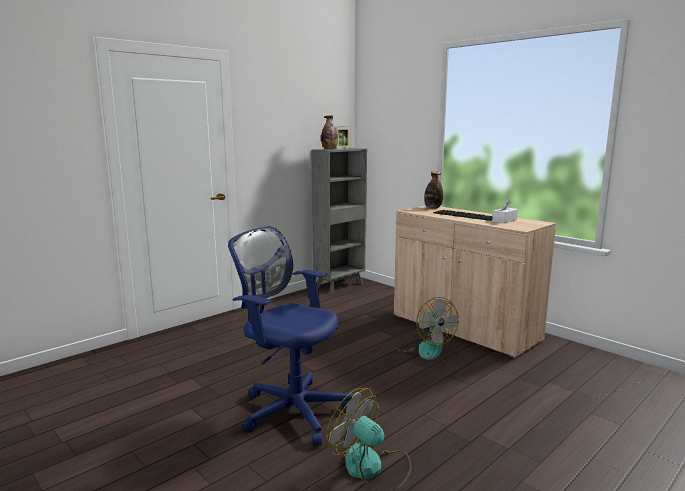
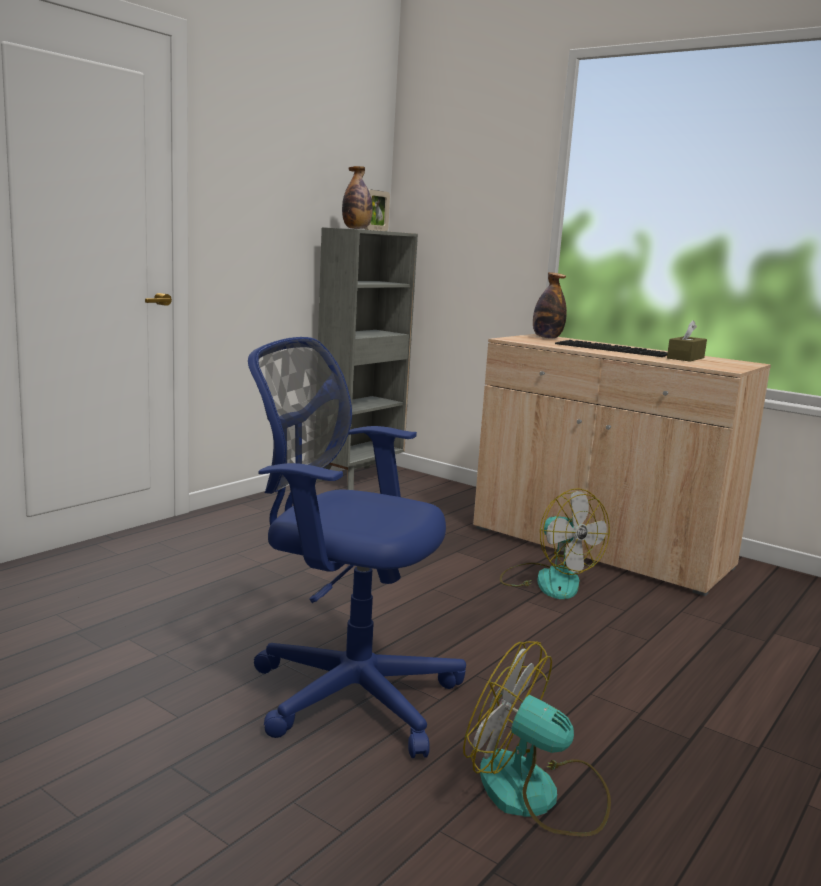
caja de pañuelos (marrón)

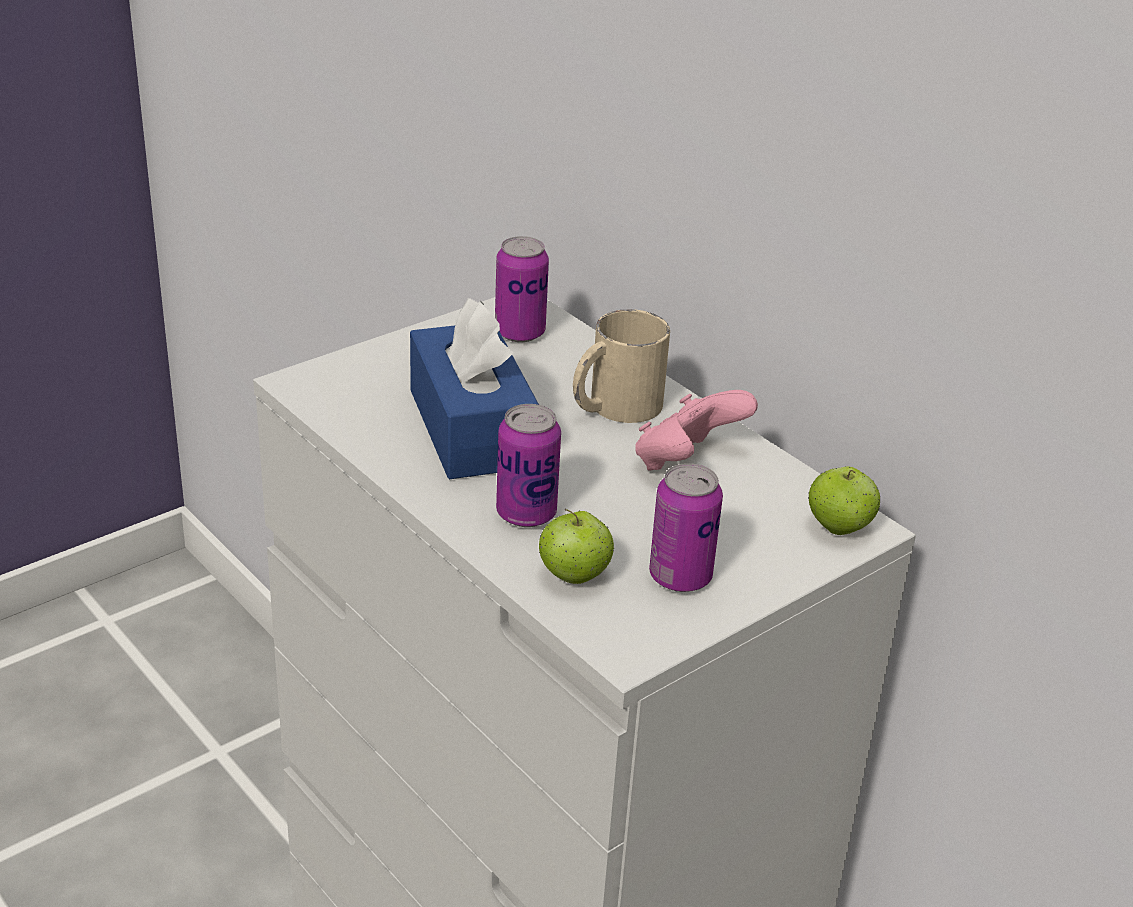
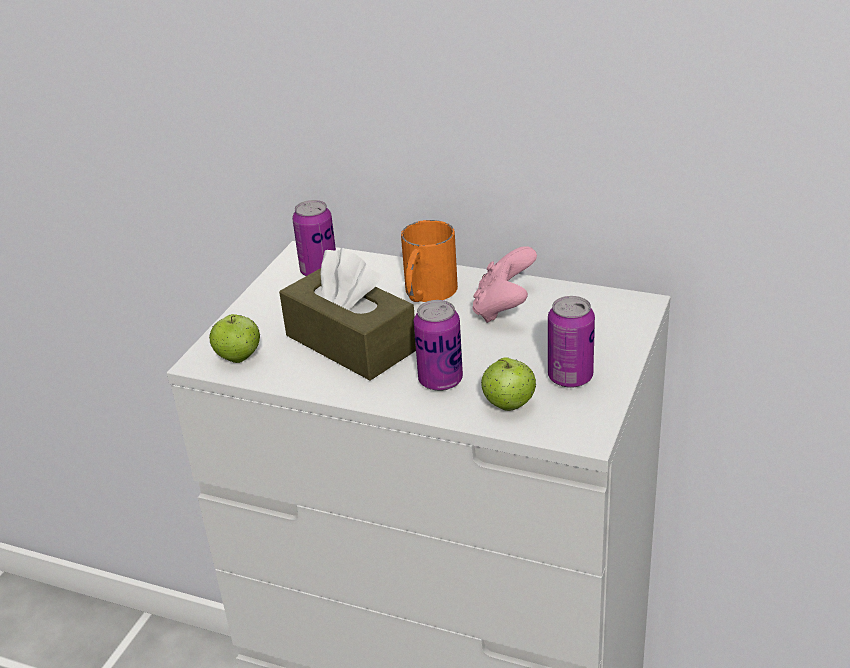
caja de pañuelos (marrón)
taza grande (naranja)
manzana (no. 1 from left)

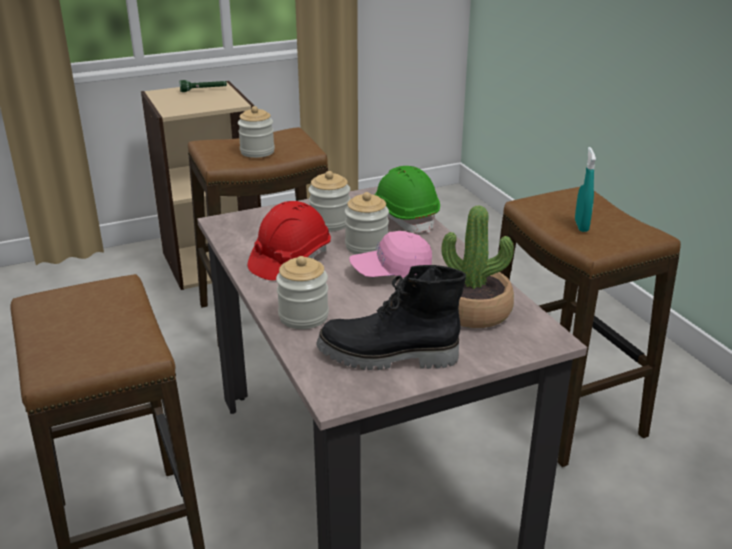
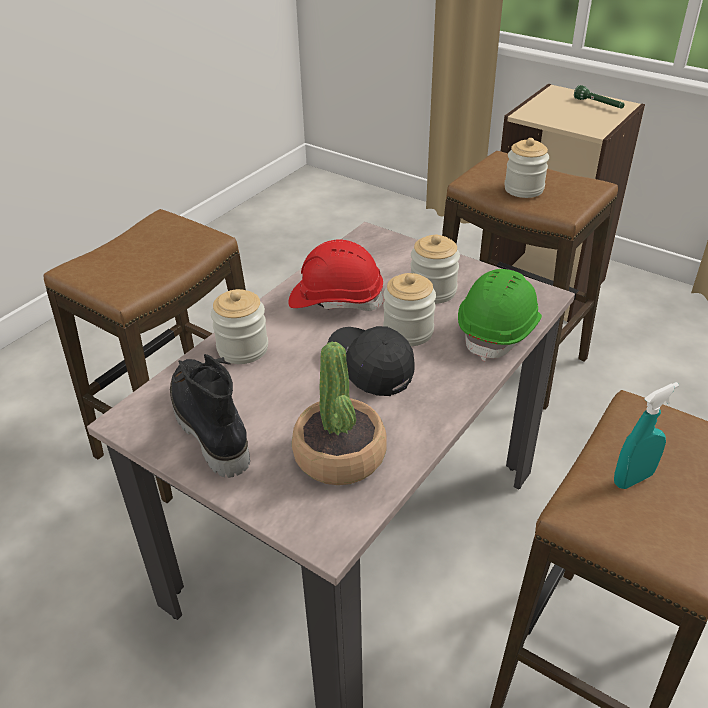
gorra (negro)

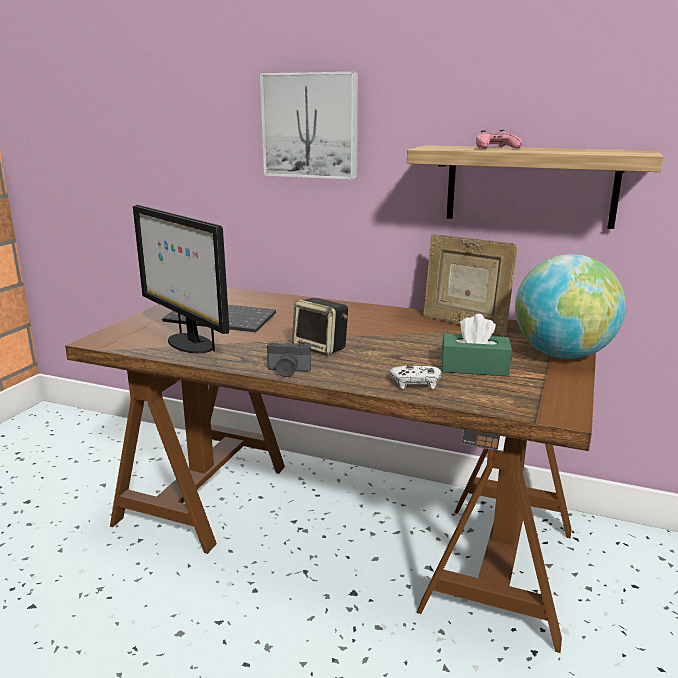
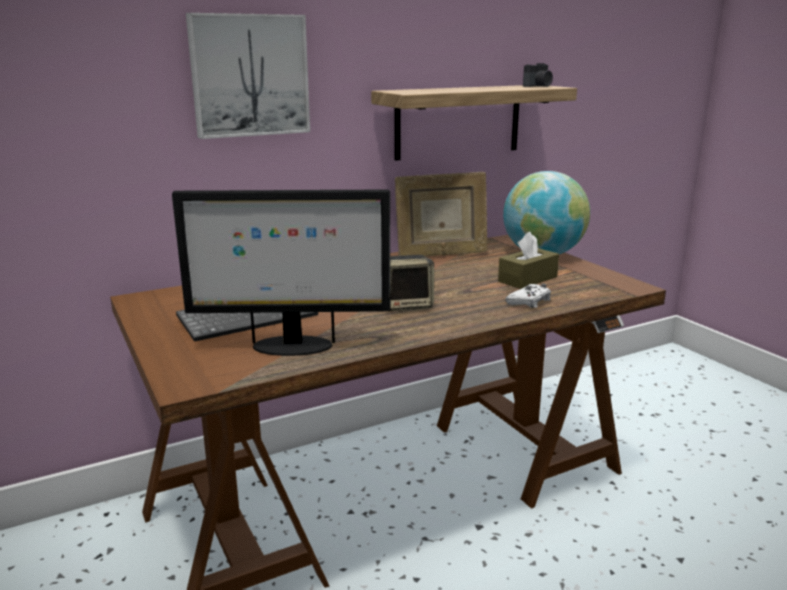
cámara
caja de pañuelos (marrón)
mando de consola (rosa)

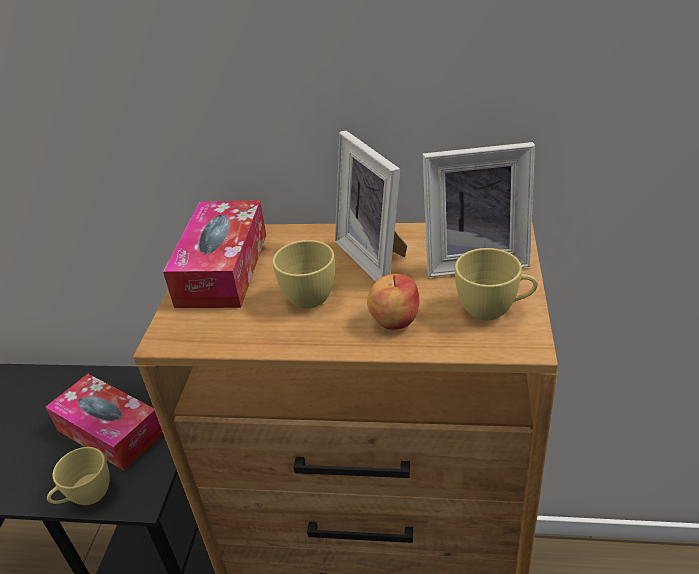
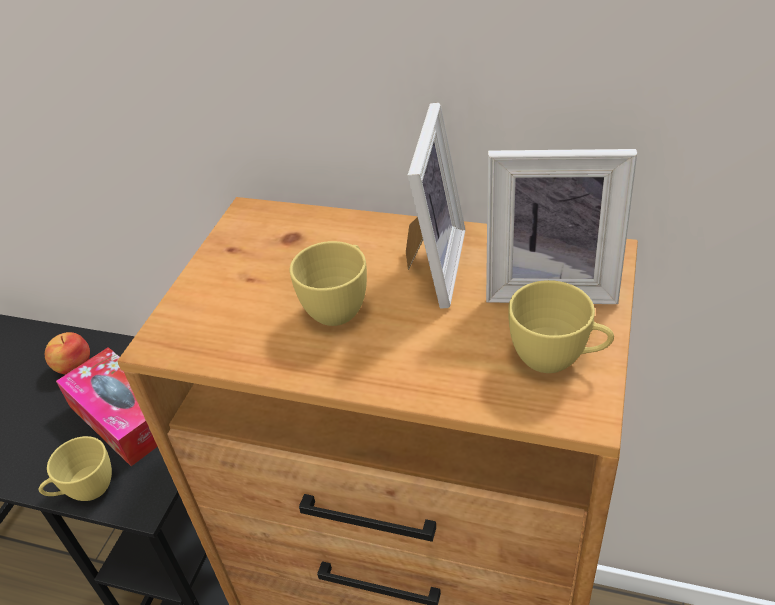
caja de pañuelos (no. 2 from left in the first image)
portarretratos (no. 1 from left)
manzana

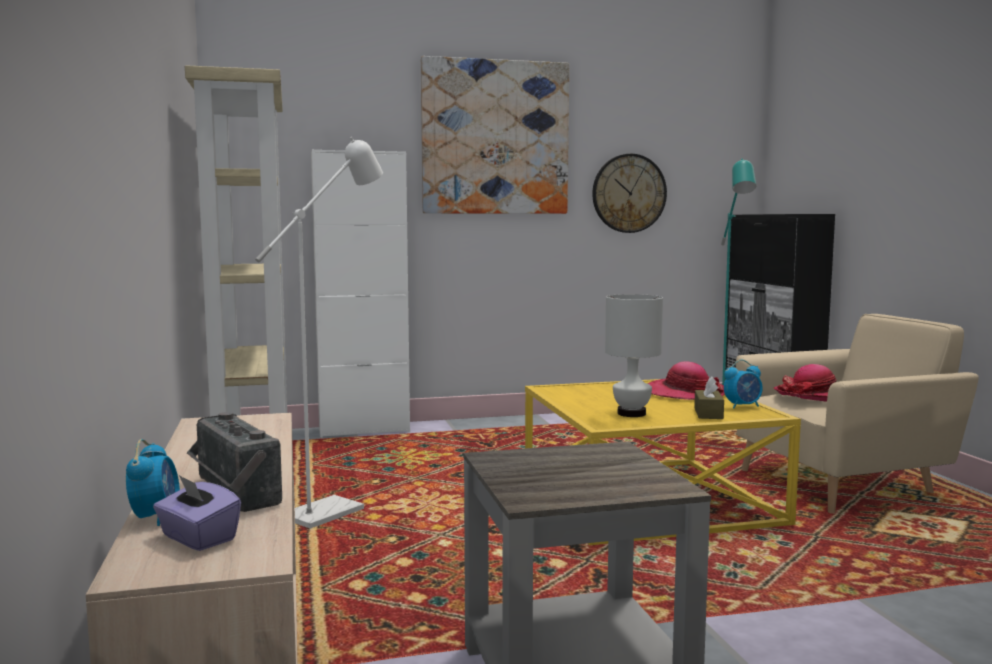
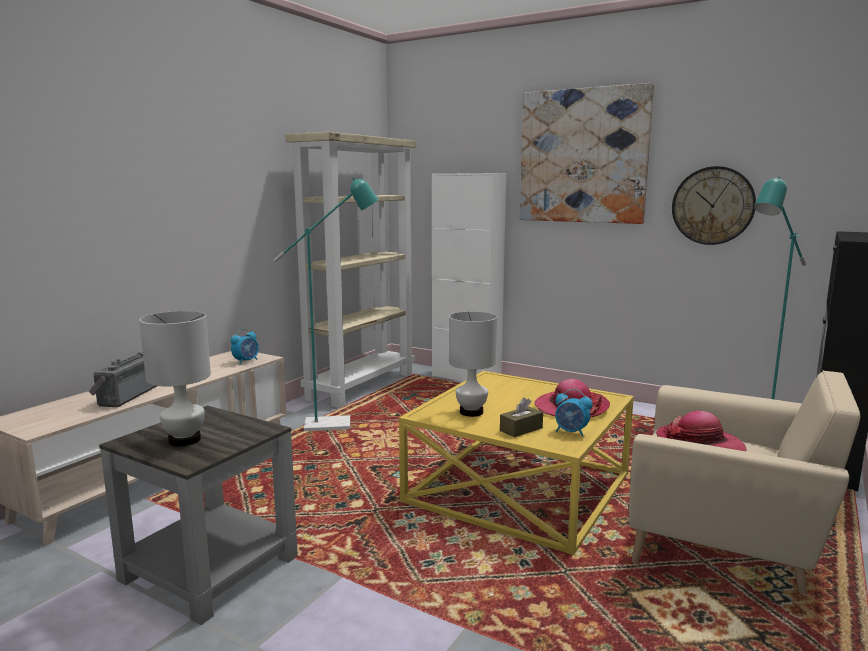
despertador (no. 1 from left)
caja de pañuelos (morado)
lámpara de pie (turquesa) (no. 1 from left)
lámpara de mesa (blanco) (no. 1 from left)

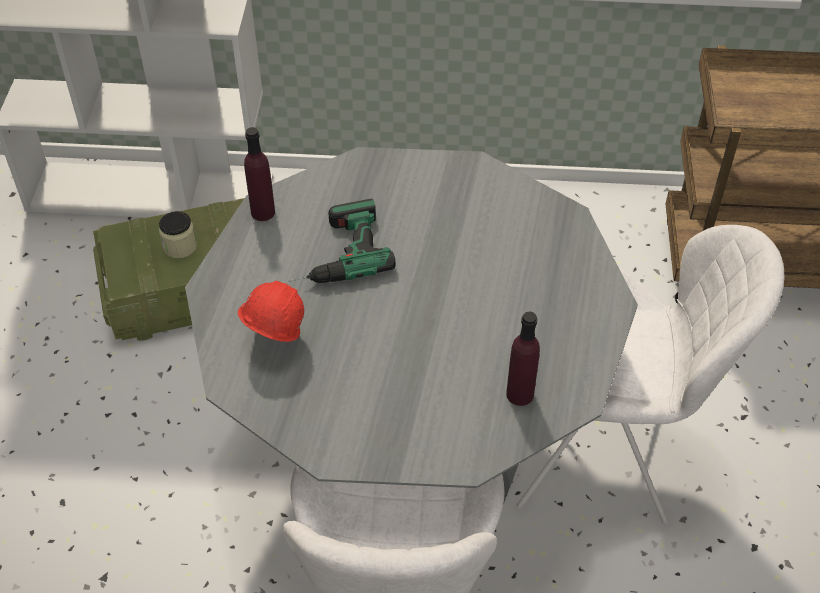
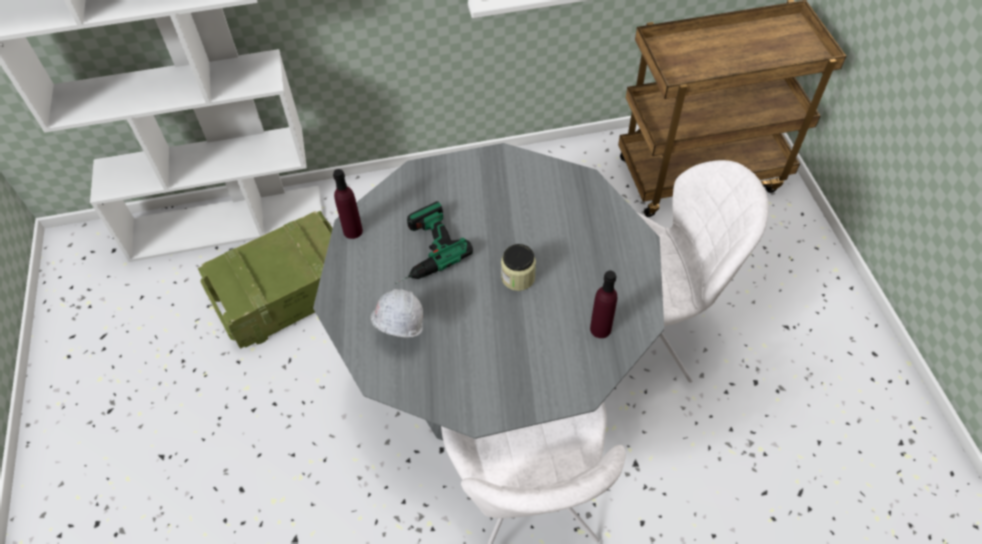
tarro
casco (blanco)

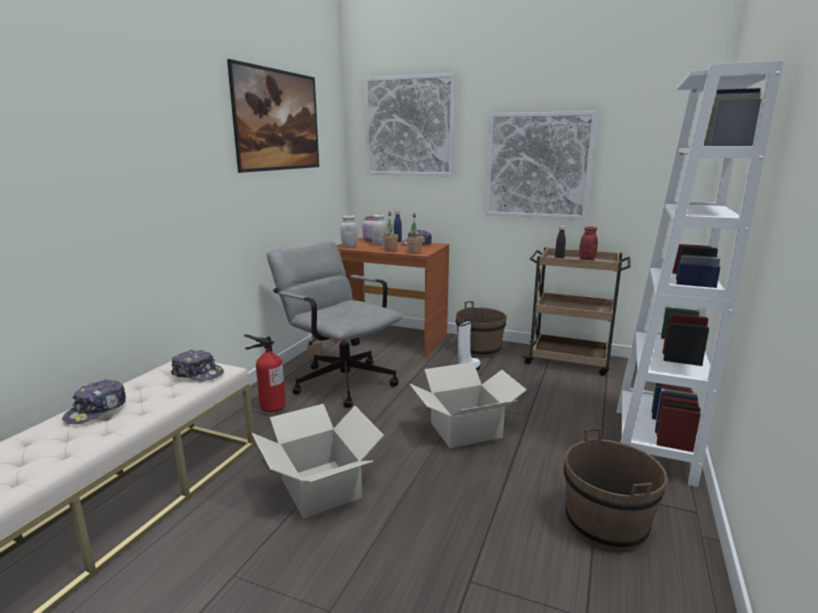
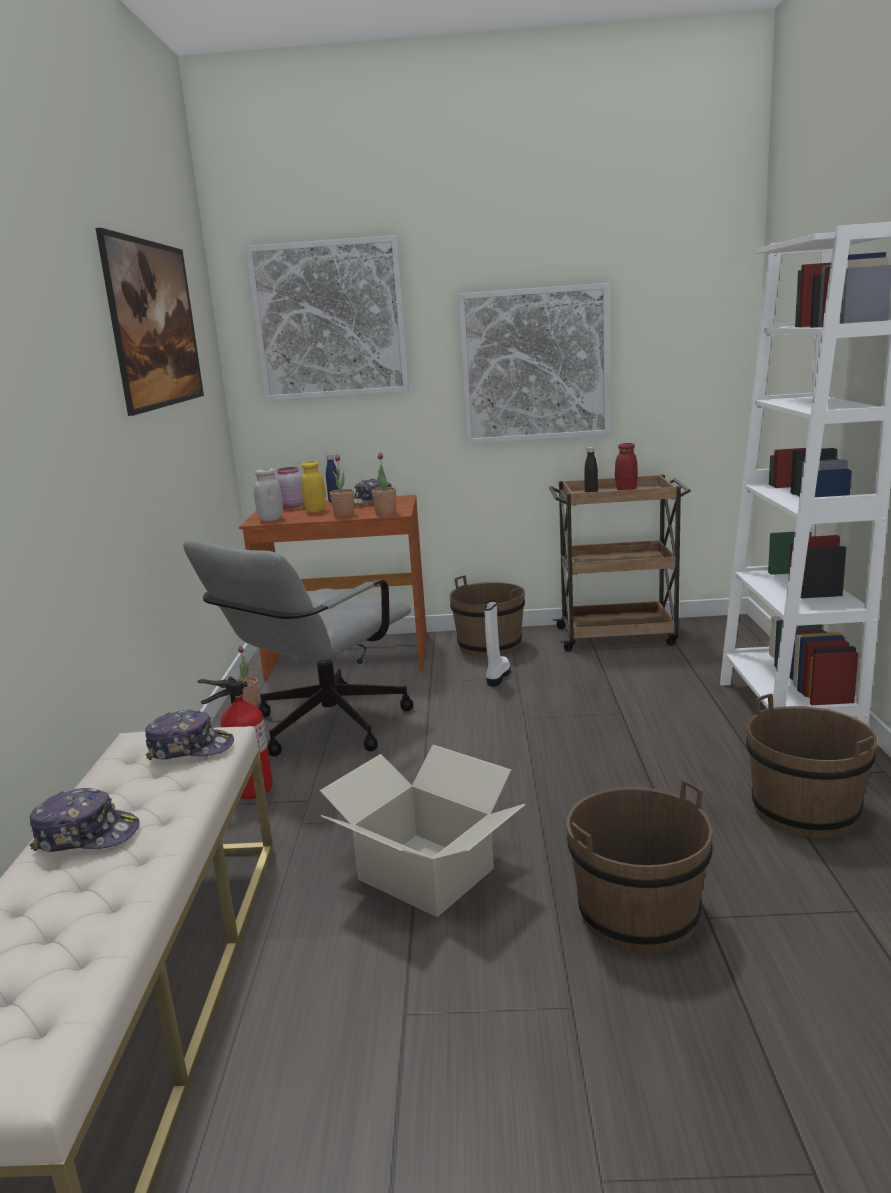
gorra (no. 1 from left)
silla de oficina (gris)
tarro (amarillo)
caja de cartón (no. 2 from left in the first image)
cubo (marrón) (no. 2 from left)

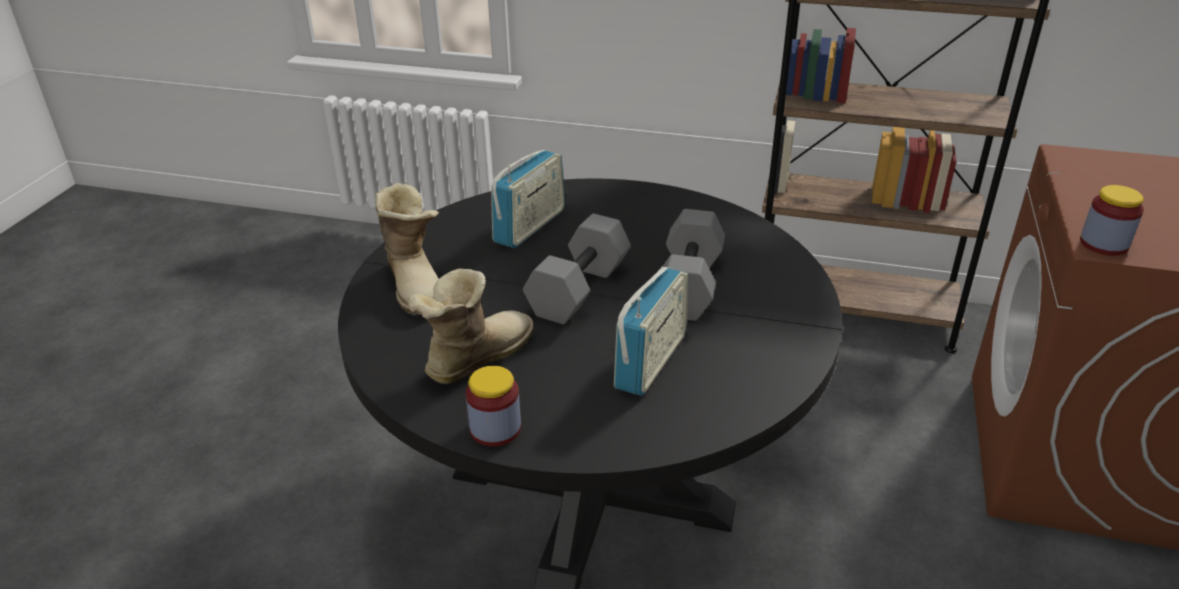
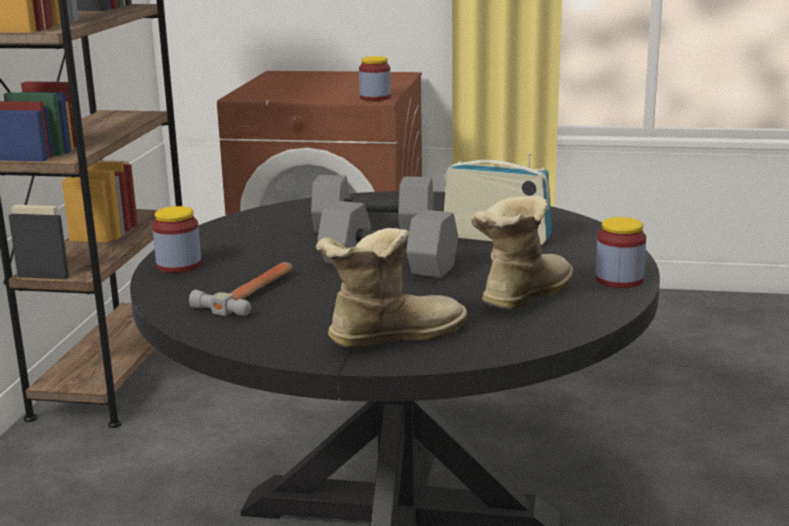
bota (no. 2 from left)
martillo
tarro (no. 1 from left)

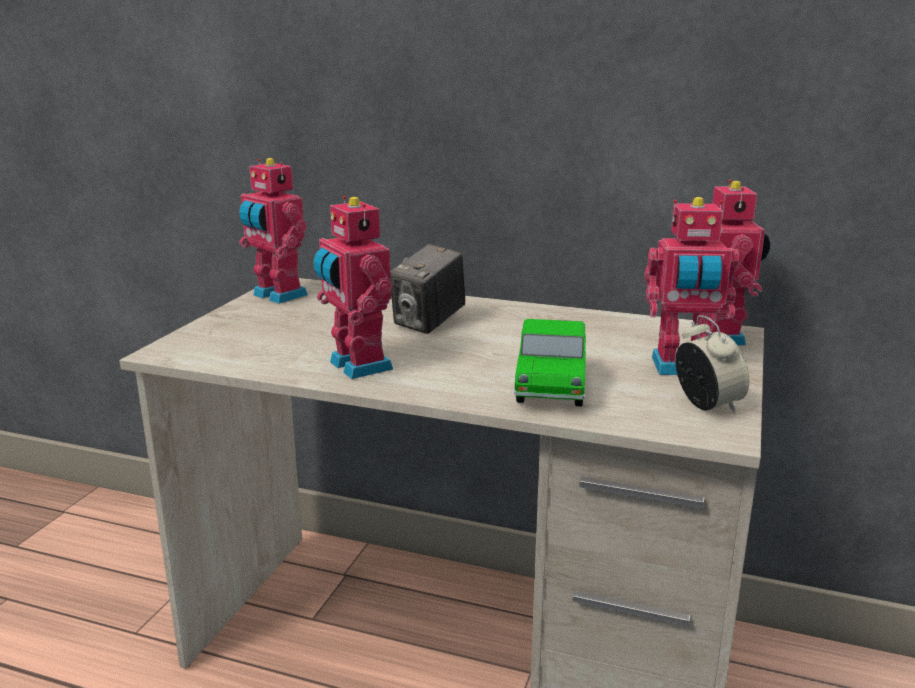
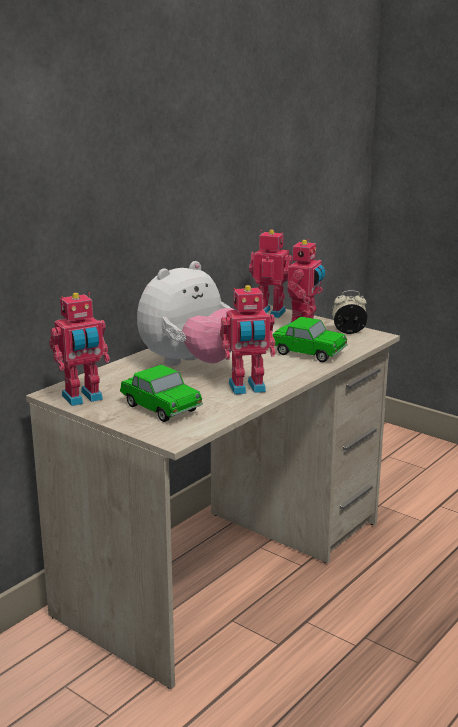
peluche
coche de juguete (no. 1 from left)

